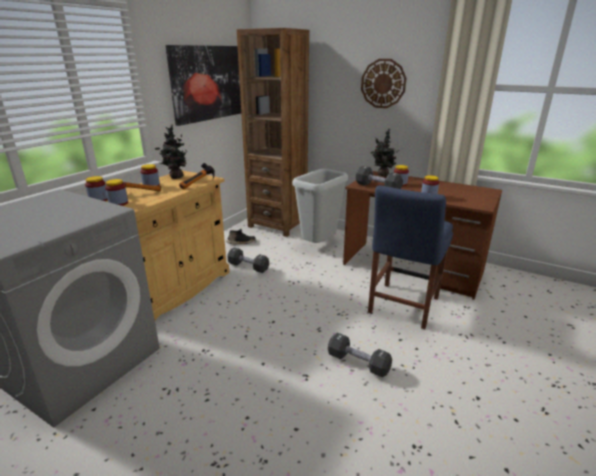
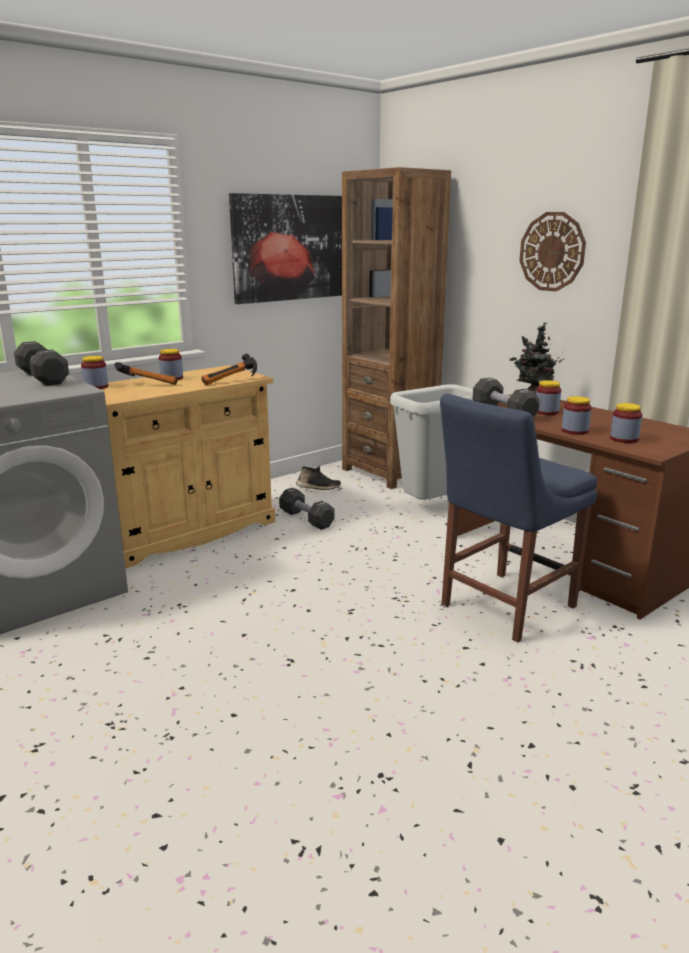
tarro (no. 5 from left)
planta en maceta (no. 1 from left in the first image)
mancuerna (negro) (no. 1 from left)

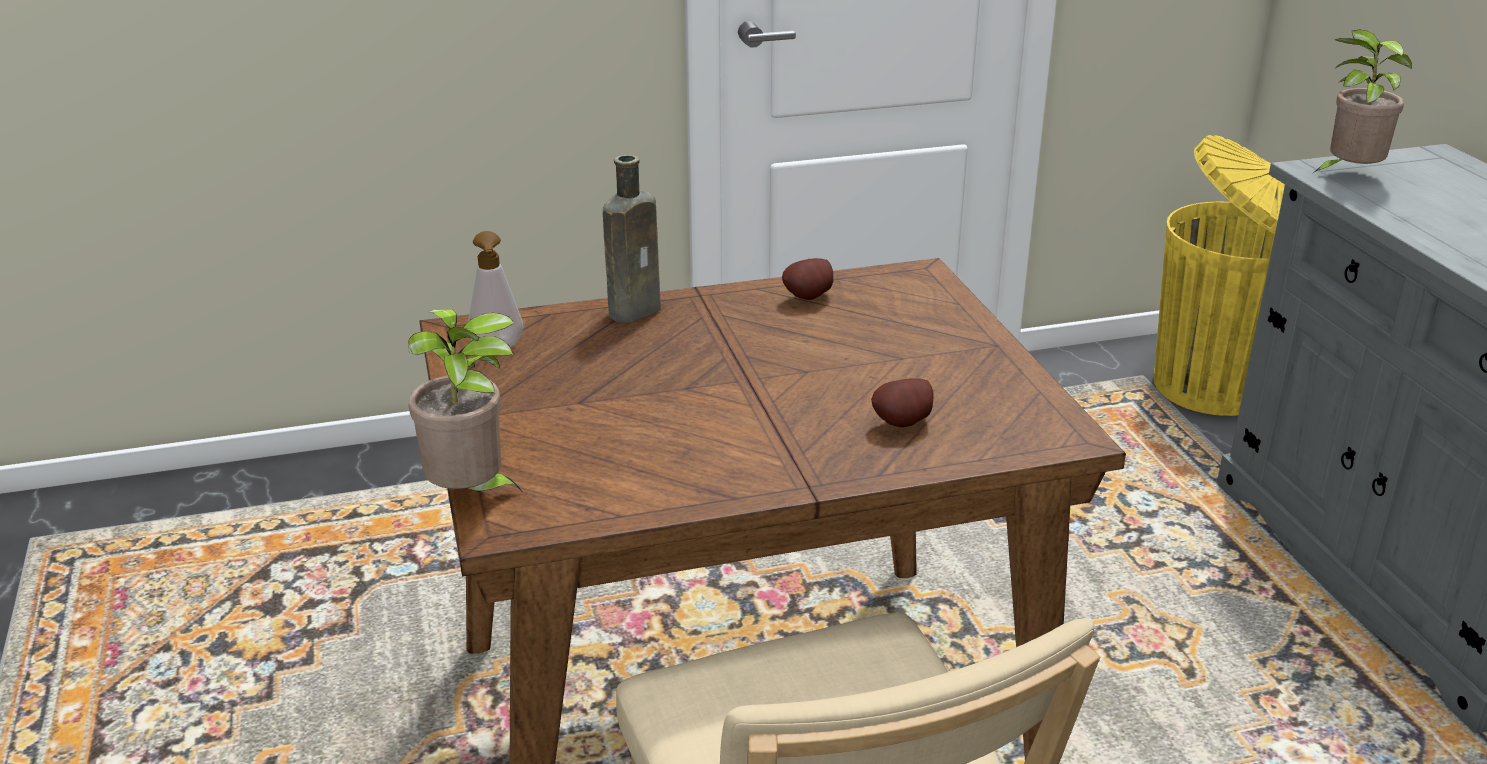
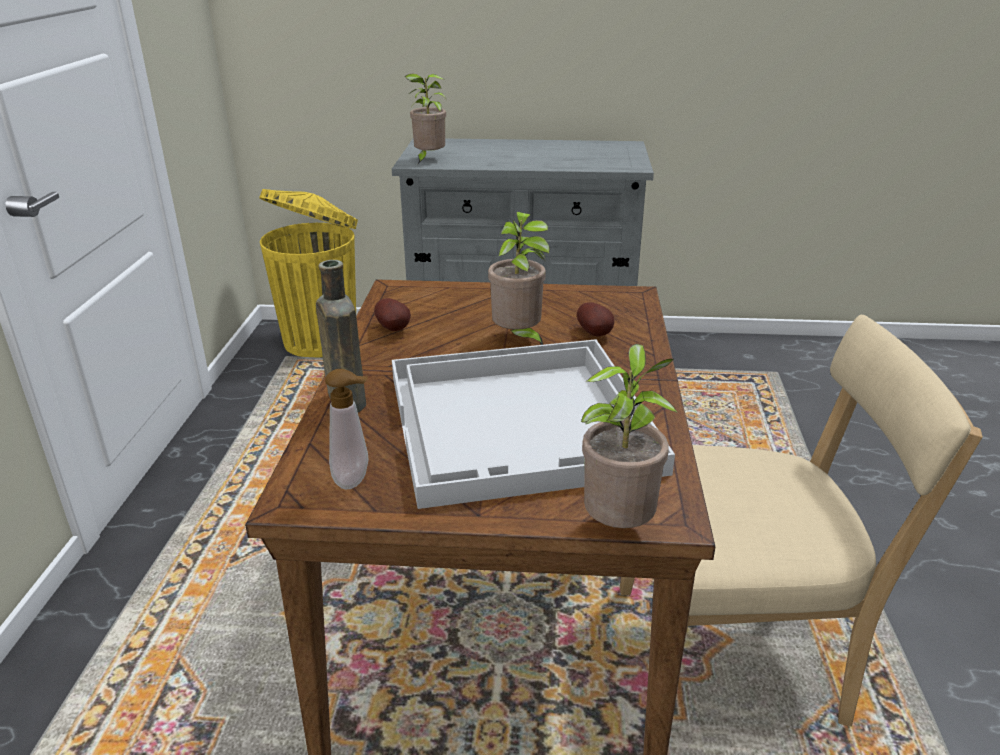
bandeja (blanco)
planta en maceta (no. 2 from left)

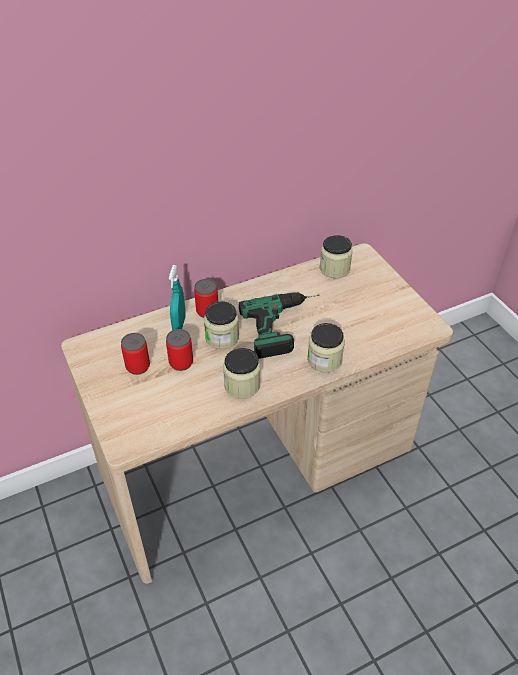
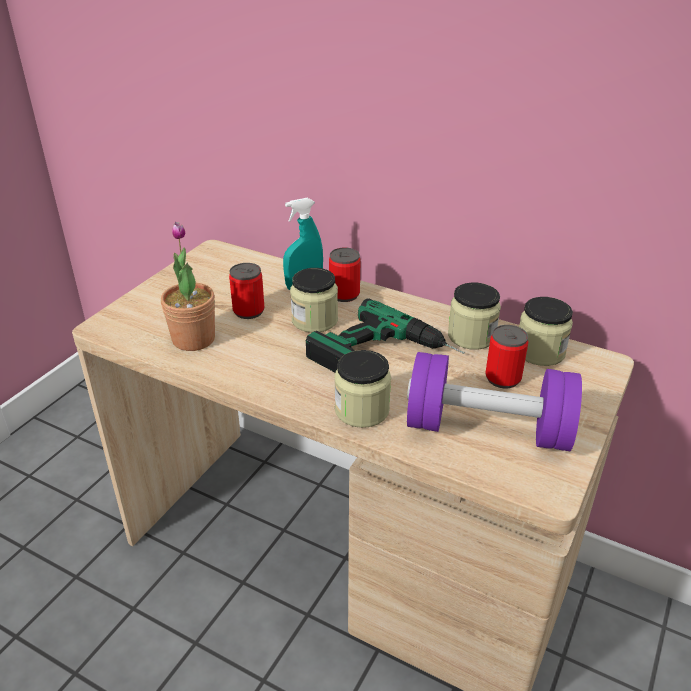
lata (no. 3 from left)
tarro (no. 3 from left)
planta en maceta
mancuerna (morado)

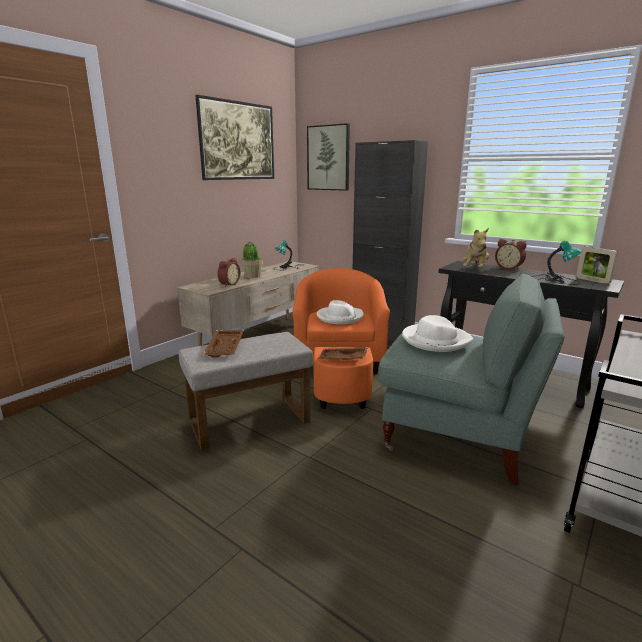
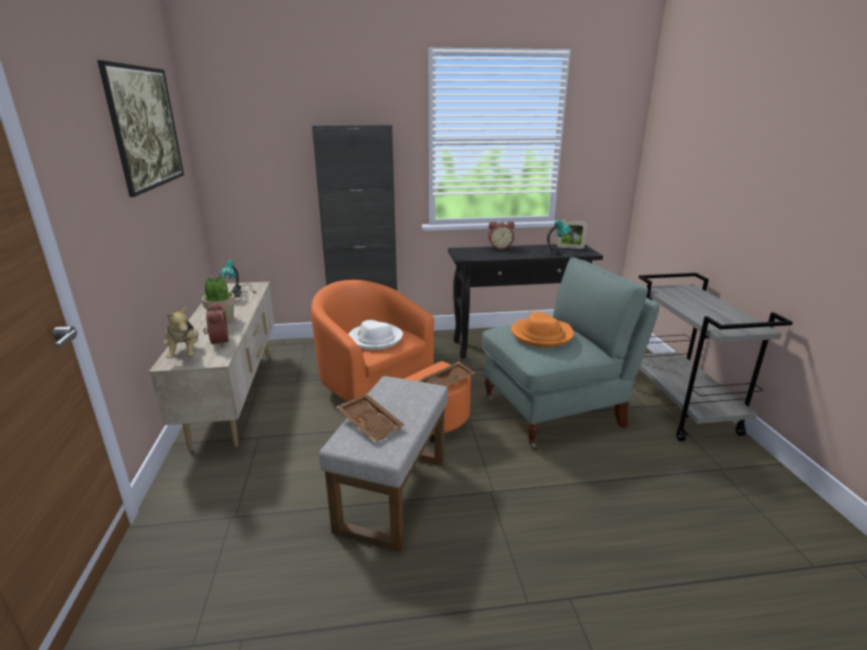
cuadro (no. 2 from left in the first image)
sombrero (naranja)
peluche

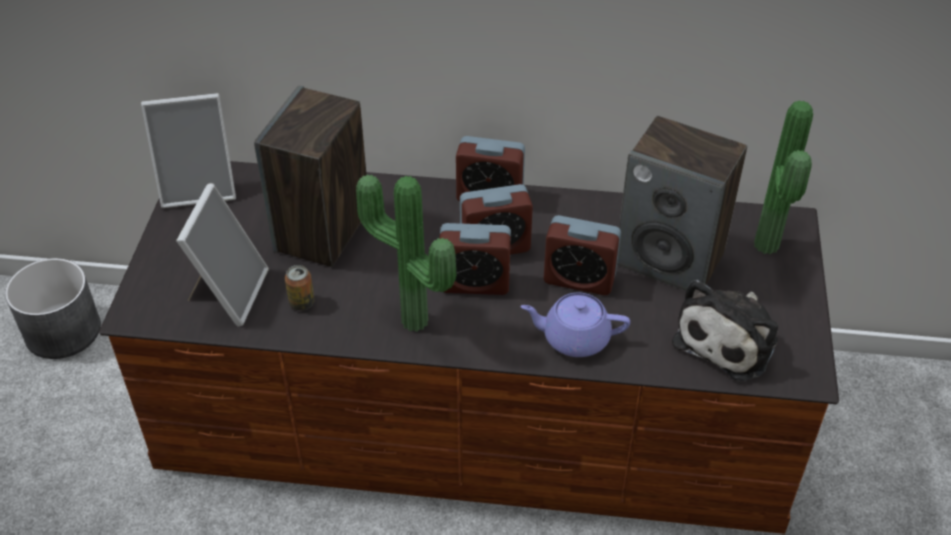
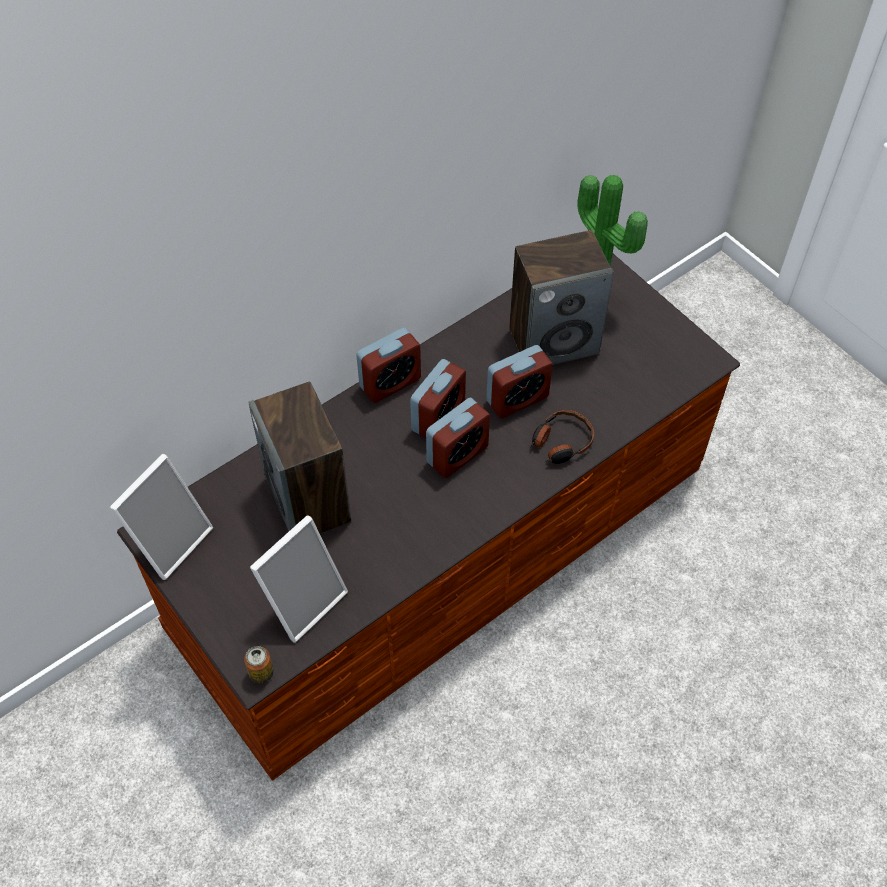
maceta (gris)
portarretratos (no. 2 from left)
lata
planta en maceta (no. 1 from left in the first image)
auriculares
peluche

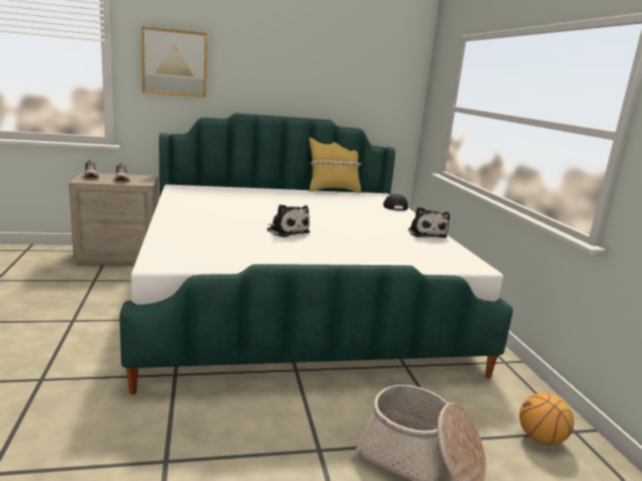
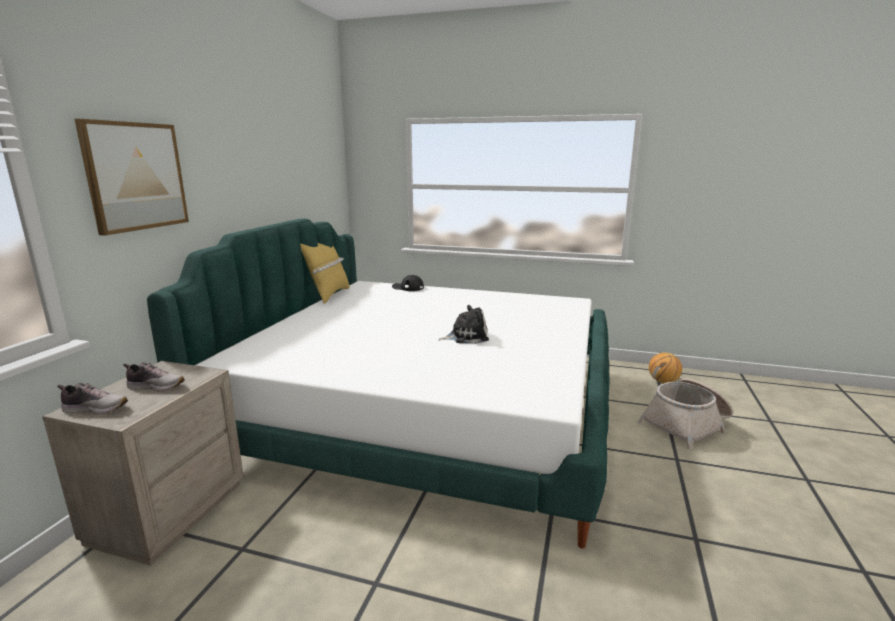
peluche (no. 2 from left in the first image)

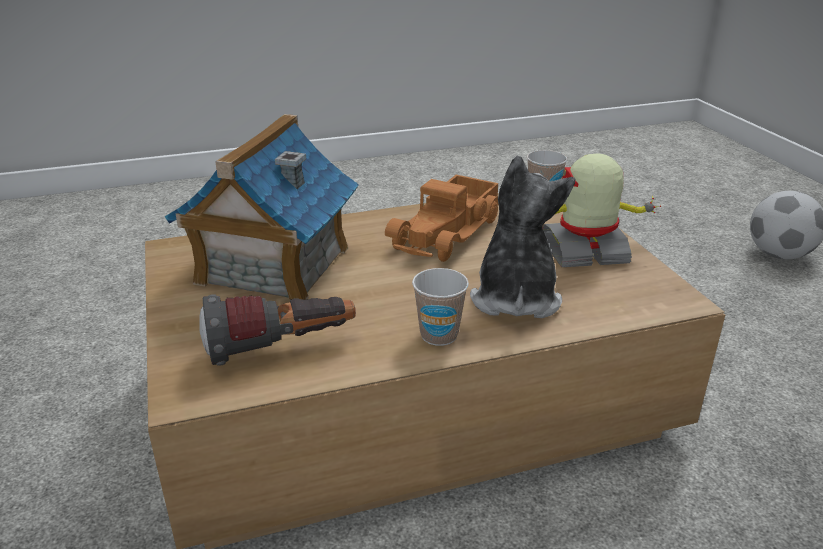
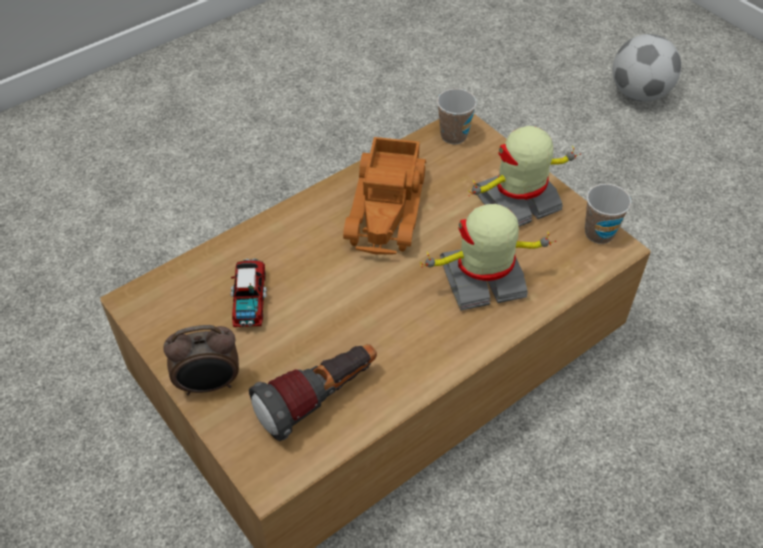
camión de juguete (no. 1 from left)
taza (no. 2 from left)
robot de juguete (no. 1 from left)
despertador

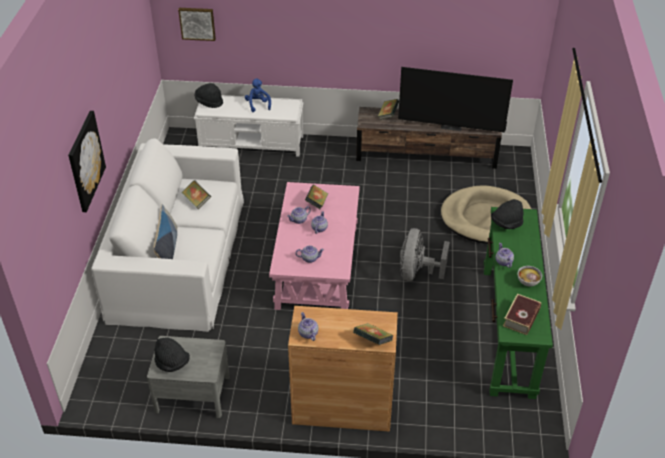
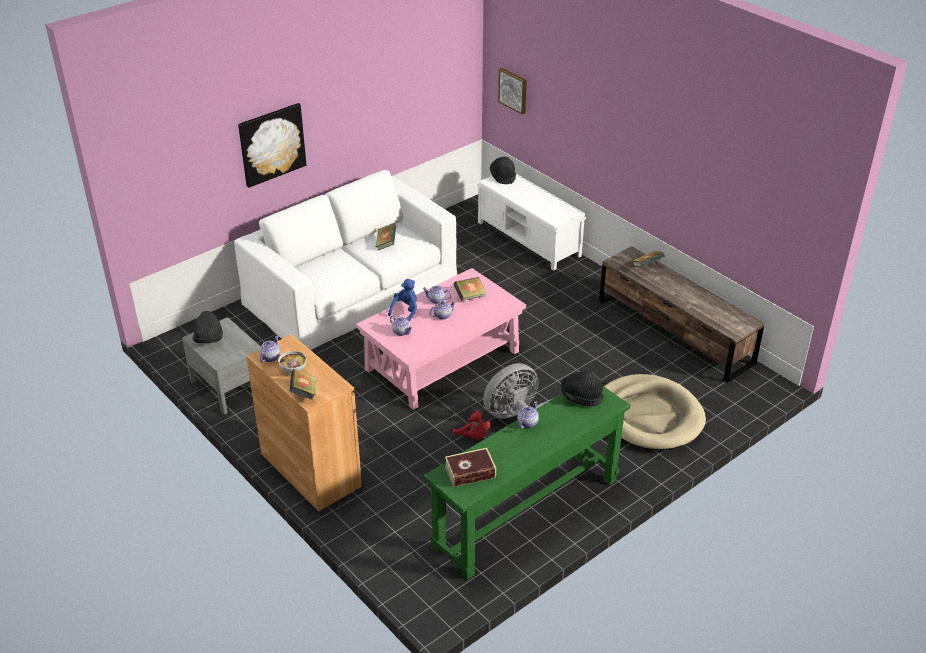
cojín
peluche (azul)
televisor
cuenco
peluche (rojo)

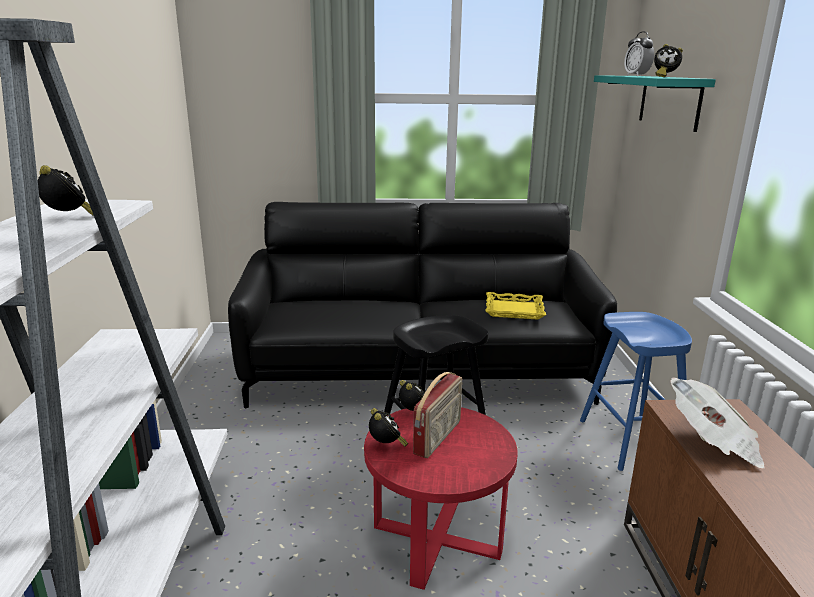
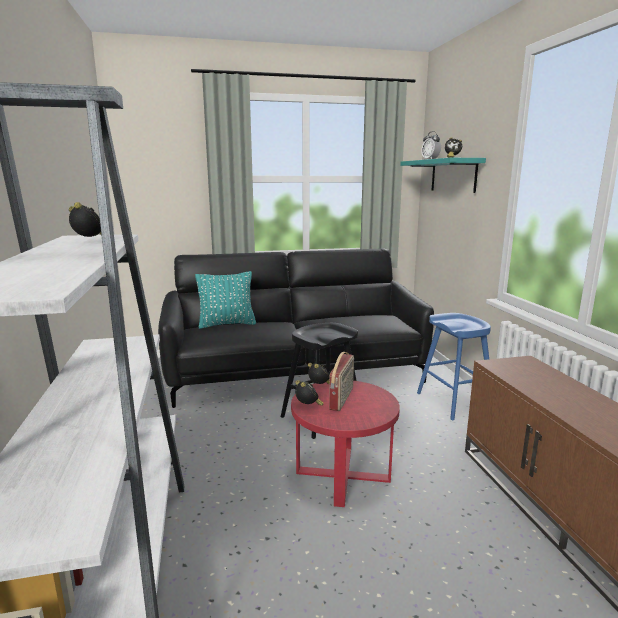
bandeja (amarillo)
periódico
cojín (turquesa)

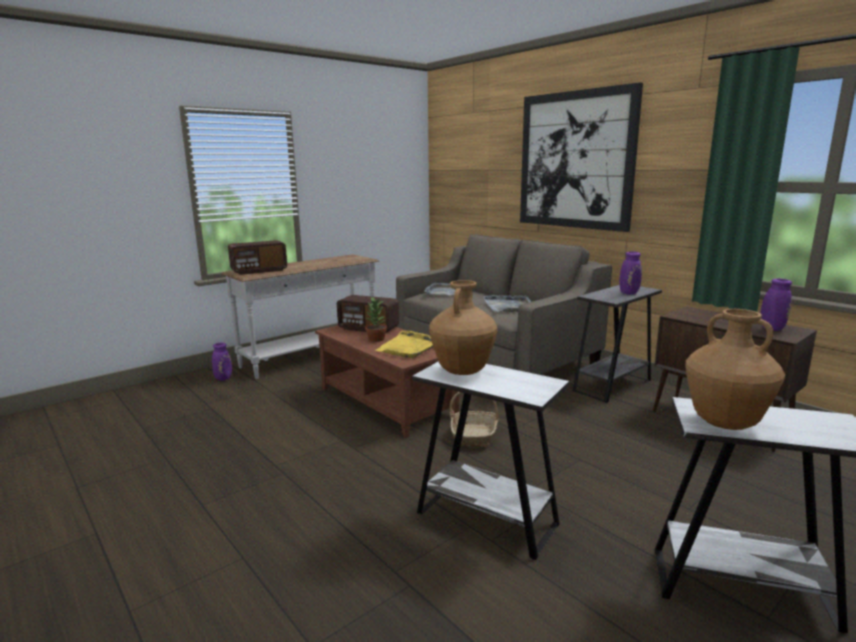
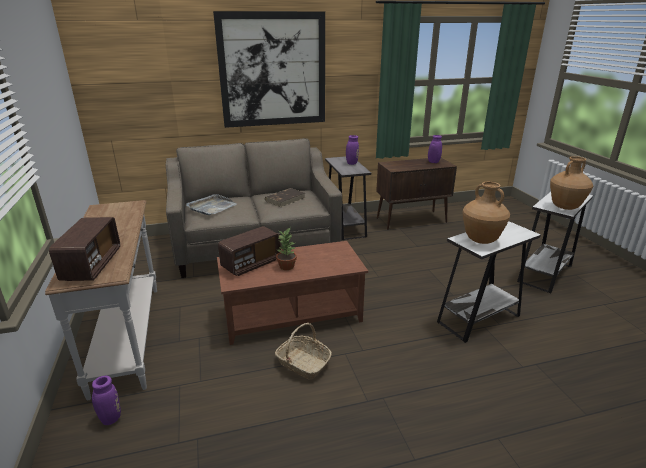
bandeja (amarillo)
cesta
libro (marrón)

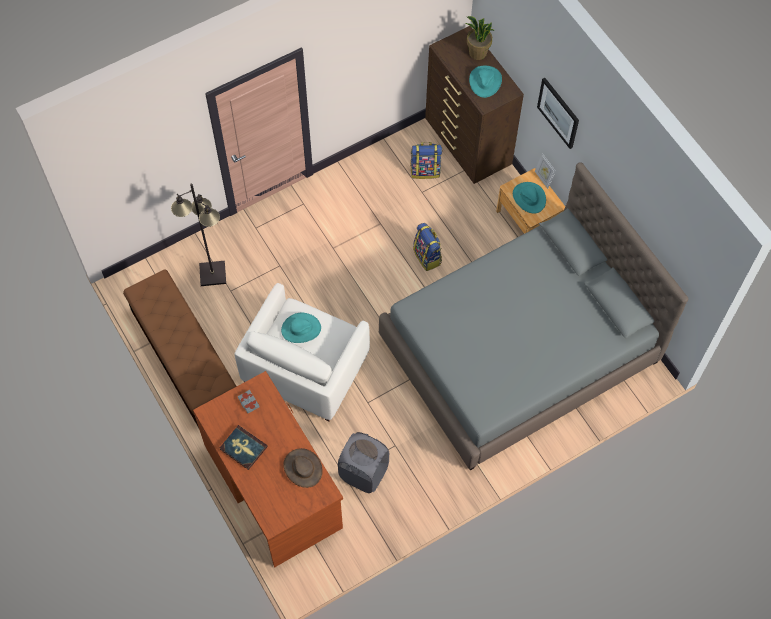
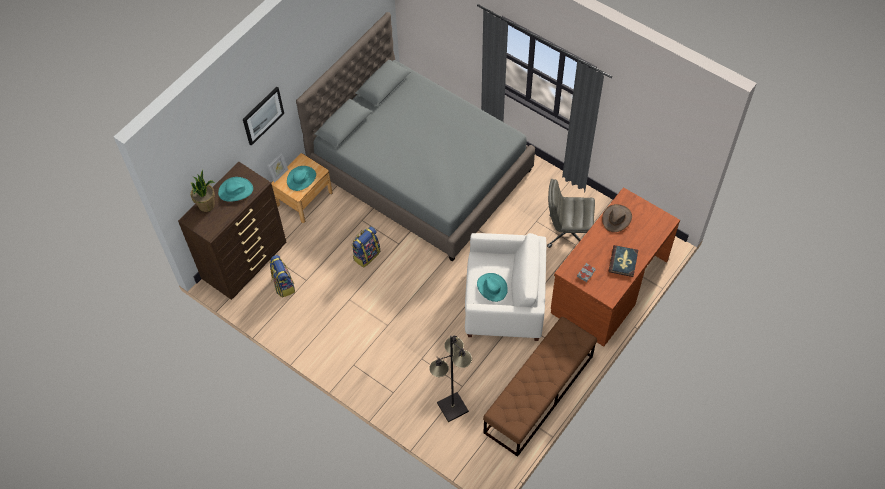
silla de oficina (gris)

